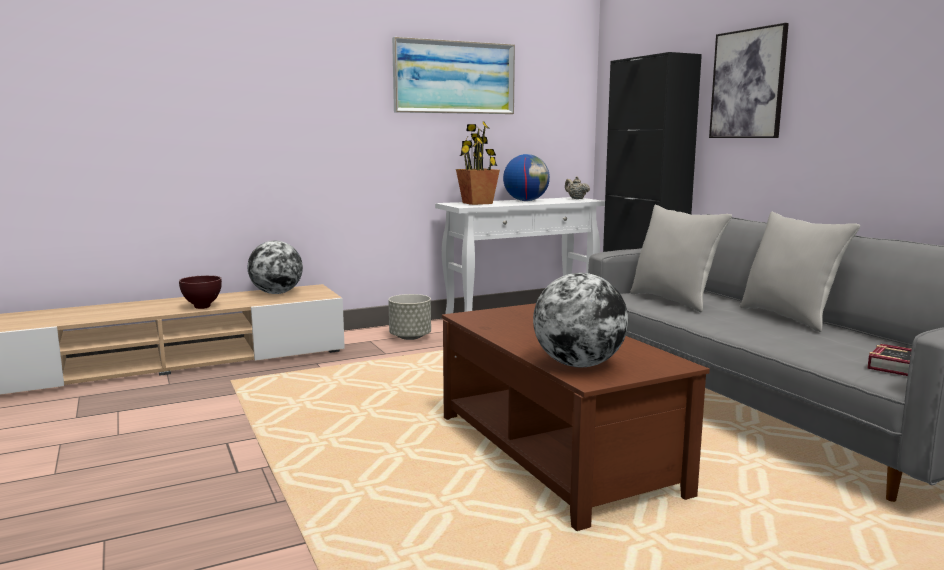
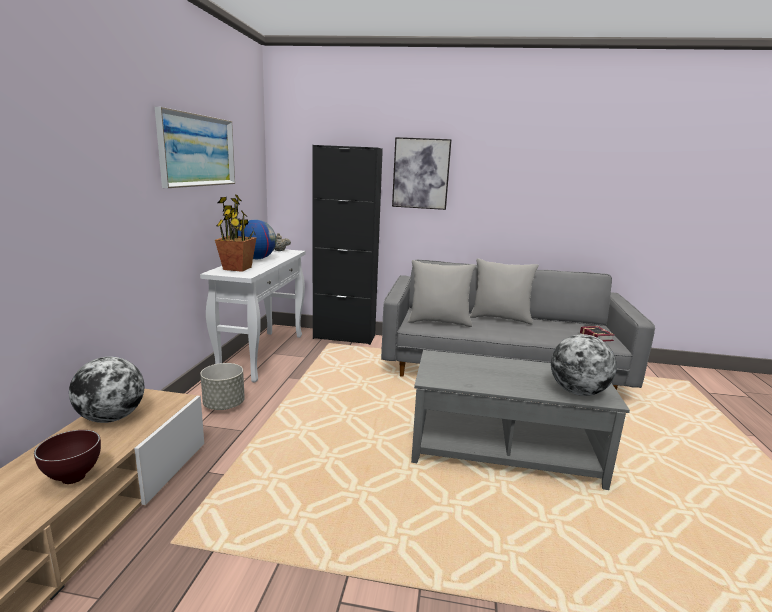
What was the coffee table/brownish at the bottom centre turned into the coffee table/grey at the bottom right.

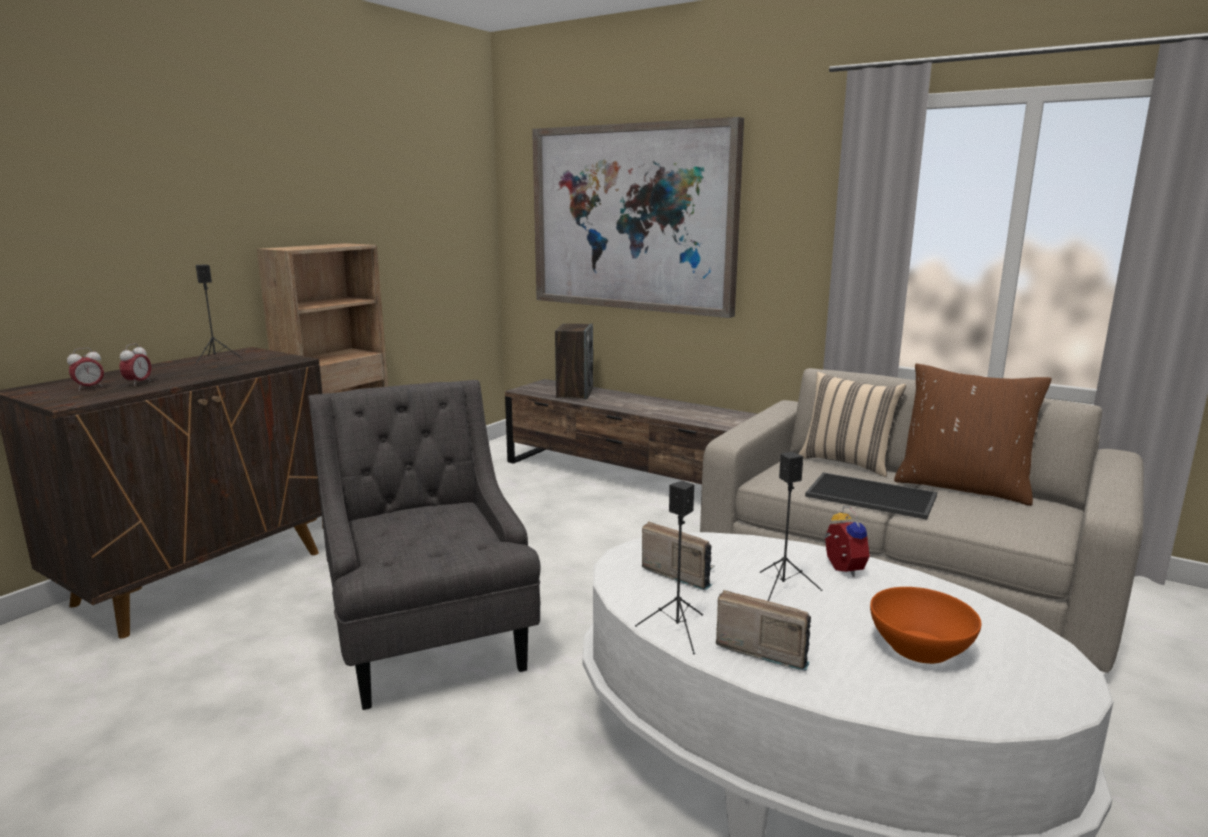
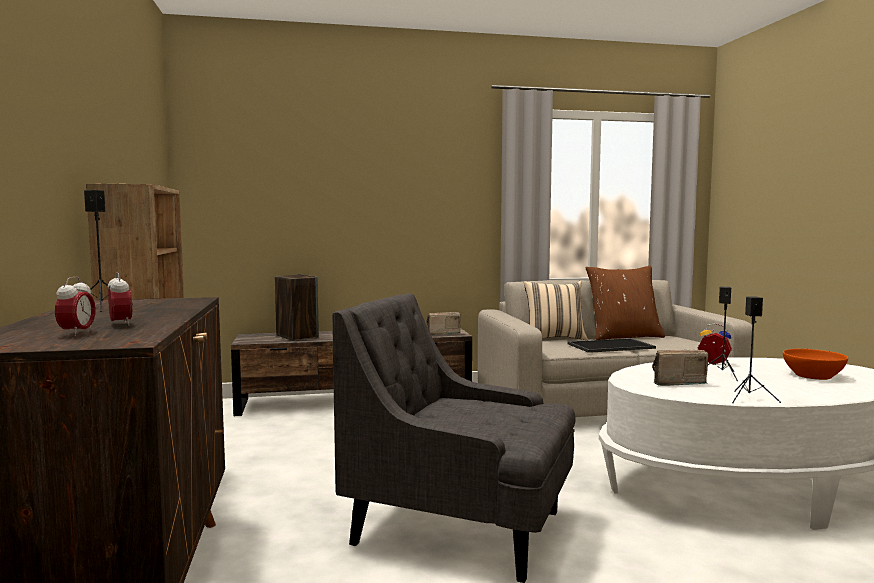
The radio receiver (2nd from left in the first image) ended up elsewhere, having gone from the bottom centre to the centre. The second view lost the wall art at the top centre.

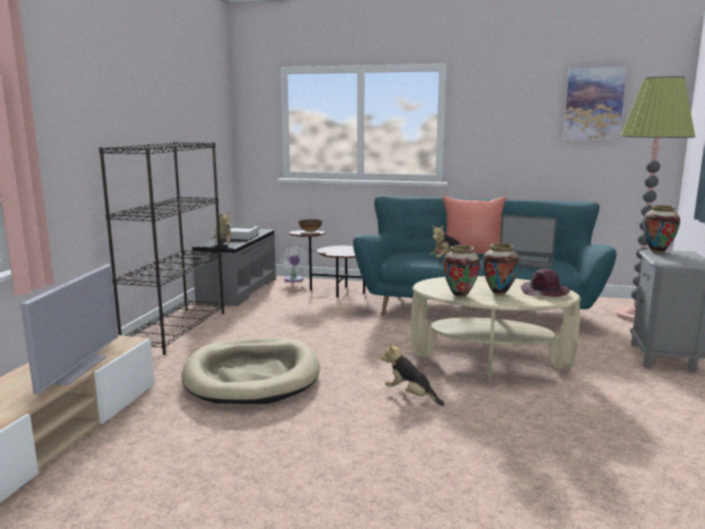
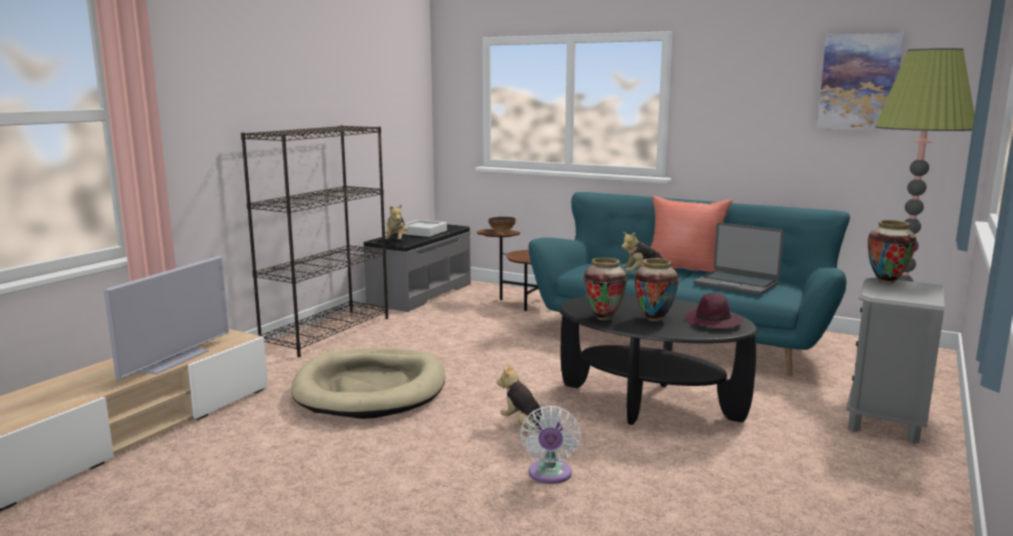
The electric fan/white ended up elsewhere, having gone from the centre to the bottom centre. What was the coffee table/beige at the middle right turned into the coffee table/blackish at the bottom centre.

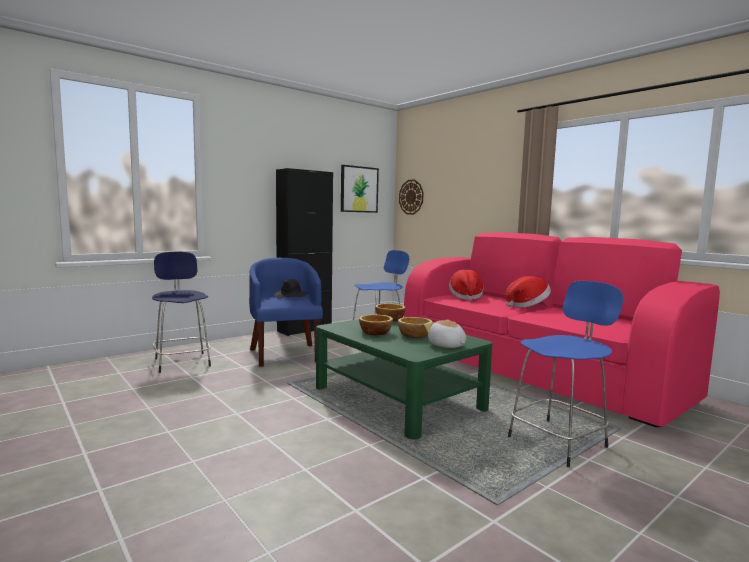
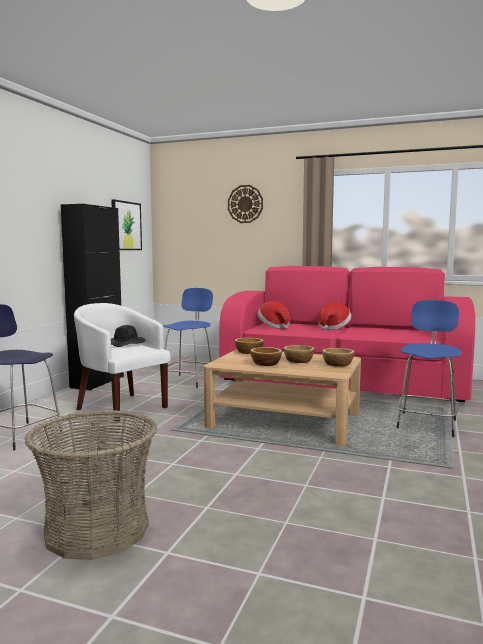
The second view gained the storage basket at the bottom left. What was the lounge chair/blue at the centre turned into the lounge chair/white at the middle left. What was the coffee table/green at the bottom centre turned into the coffee table/beige at the centre. The wall clock ended up elsewhere, having gone from the centre to the top centre. Where the plush toy stood at the centre, the serving bowl (4th from left) came to stand at the middle right.

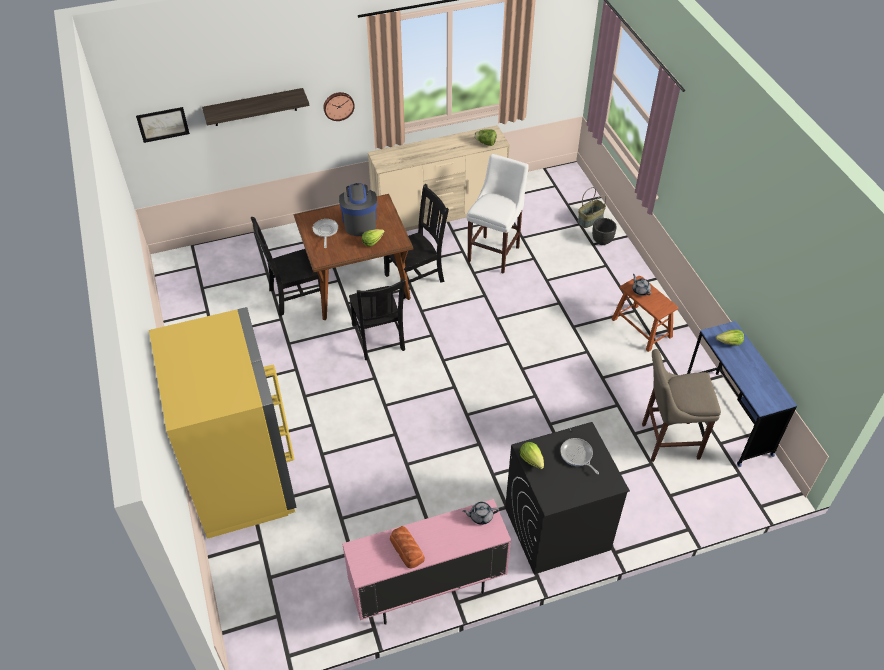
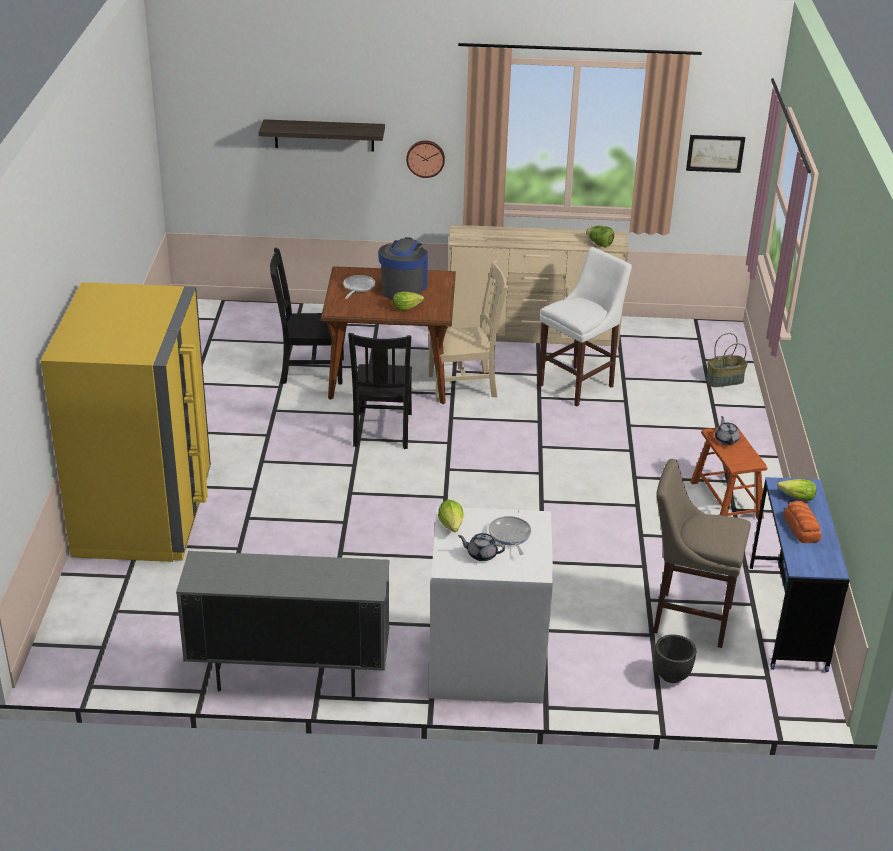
What was the storage cabinet/pinkish at the bottom centre turned into the storage cabinet/grey at the bottom left. What was the chair/blackish (3rd from left) at the centre turned into the chair/beige at the centre. What was the washing machine/blackish at the bottom centre turned into the washing machine/white at the bottom centre. The pot for tea/grey (1st from left) ended up elsewhere, having gone from the bottom centre to the centre. The planter/blackish ended up elsewhere, having gone from the middle right to the bottom right. The wall art ended up elsewhere, having gone from the top left to the top right. The baked bread ended up elsewhere, having gone from the bottom centre to the middle right.

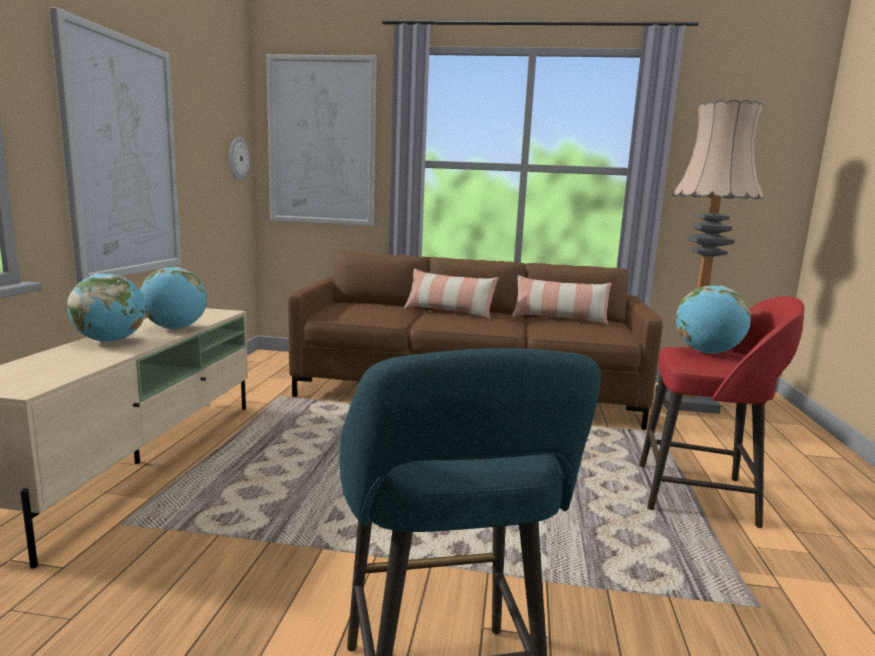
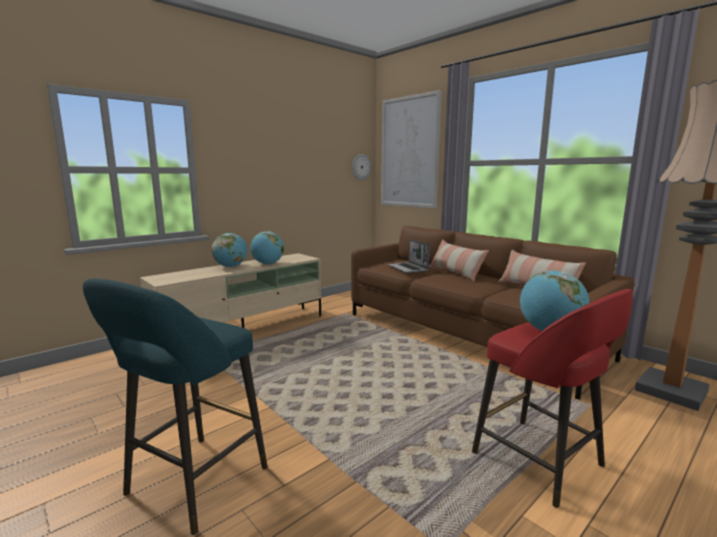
The second view gained the laptop at the centre. The second view lost the wall art (1st from left) at the top left.

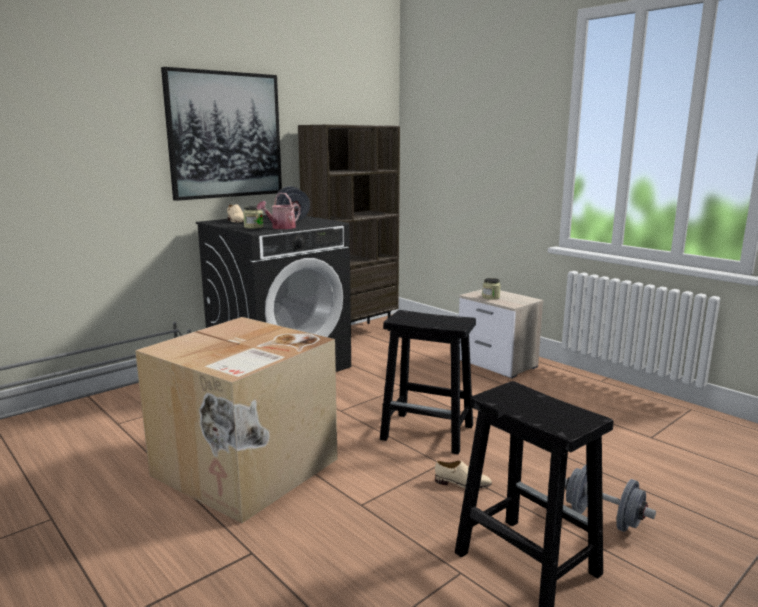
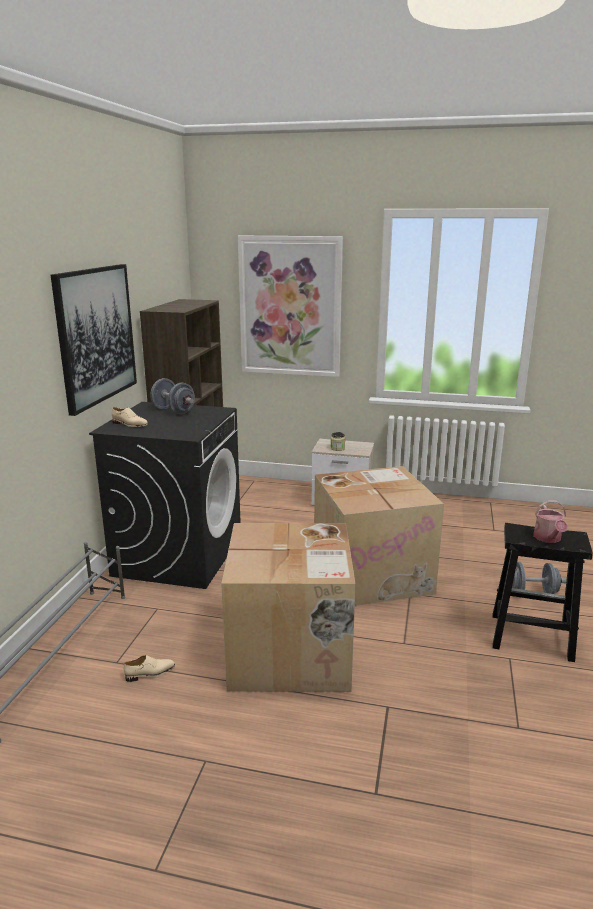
The item of footwear/beige (2nd from left) ended up elsewhere, having gone from the bottom centre to the bottom left. The second view gained the wall art (2nd from left) at the centre. Where the stool seat/blackish (1st from left) stood at the centre, the cardboard box (2nd from left) came to stand at the centre. The watering can ended up elsewhere, having gone from the centre to the middle right. The second view lost the preserve jar (1st from left) at the centre.

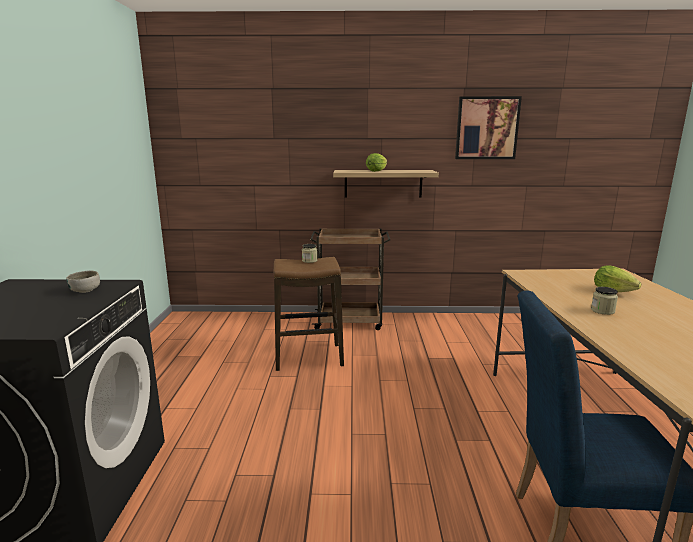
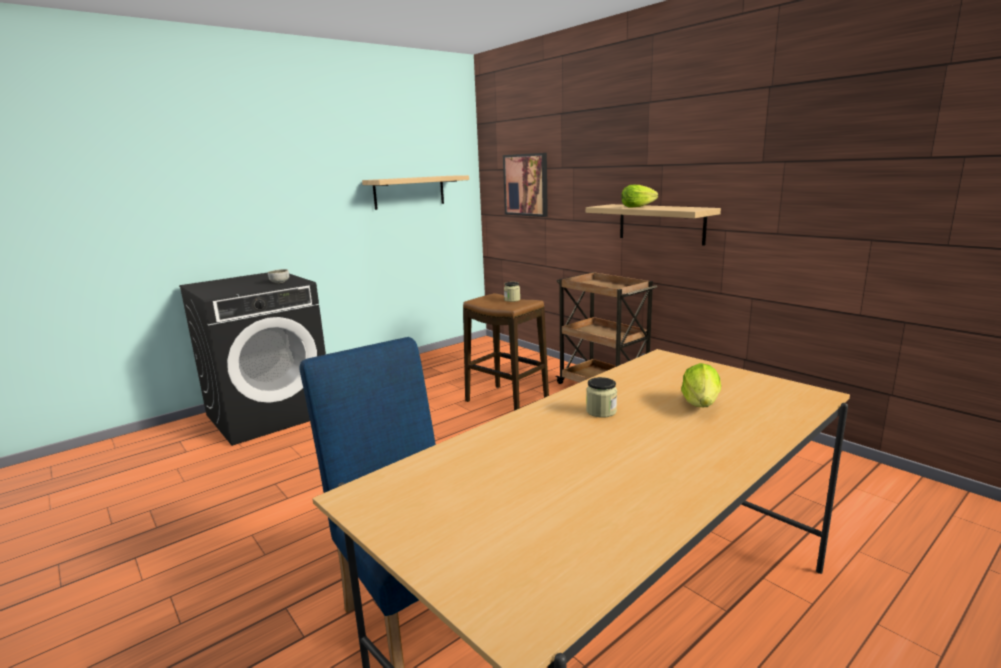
The second view gained the wall shelf (1st from left) at the top centre. The wall art ended up elsewhere, having gone from the top right to the top centre.

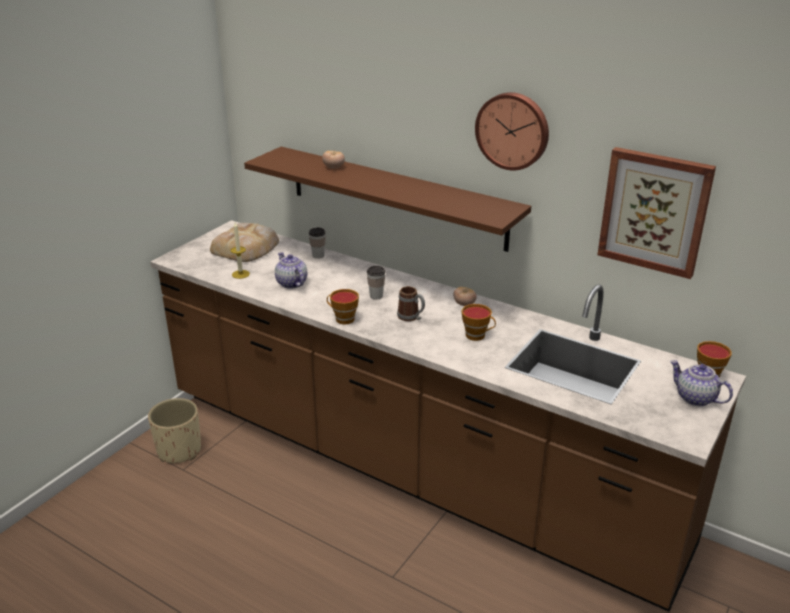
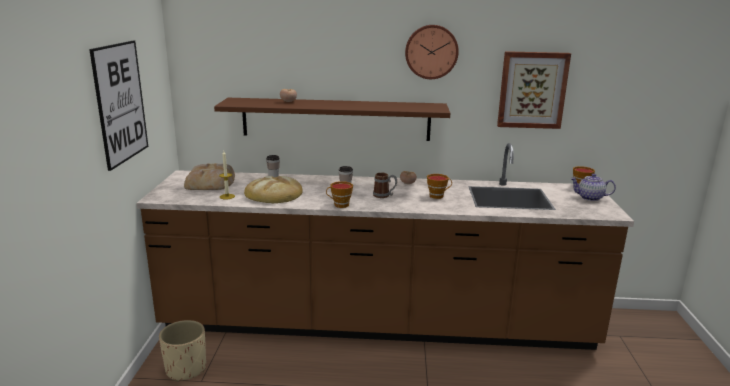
The second view gained the wall art (1st from left) at the top left. Where the pot for tea (1st from left) stood at the centre, the baked bread (2nd from left) came to stand at the centre.

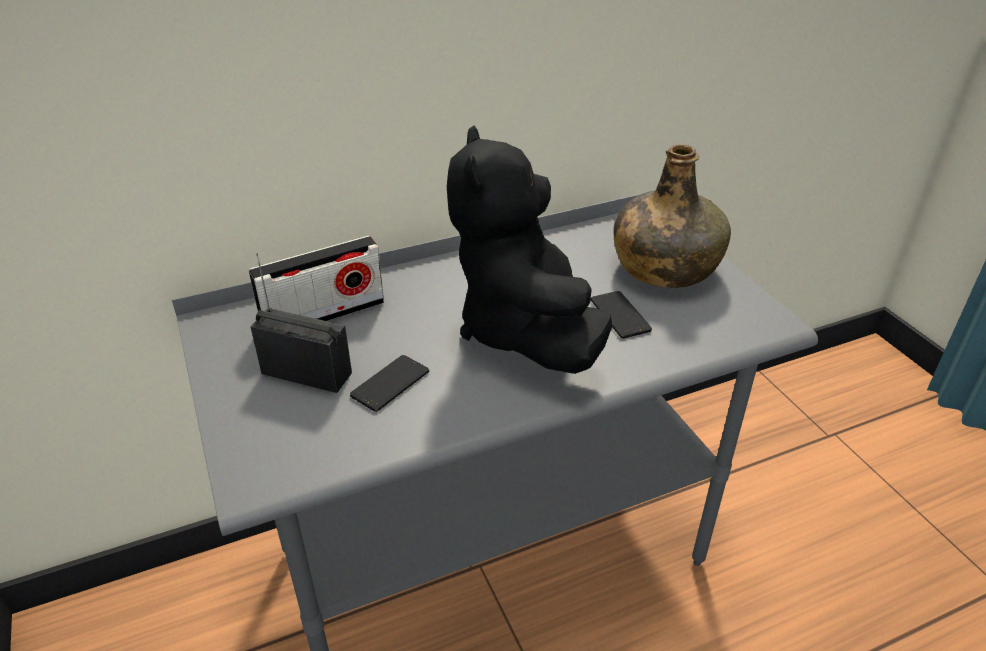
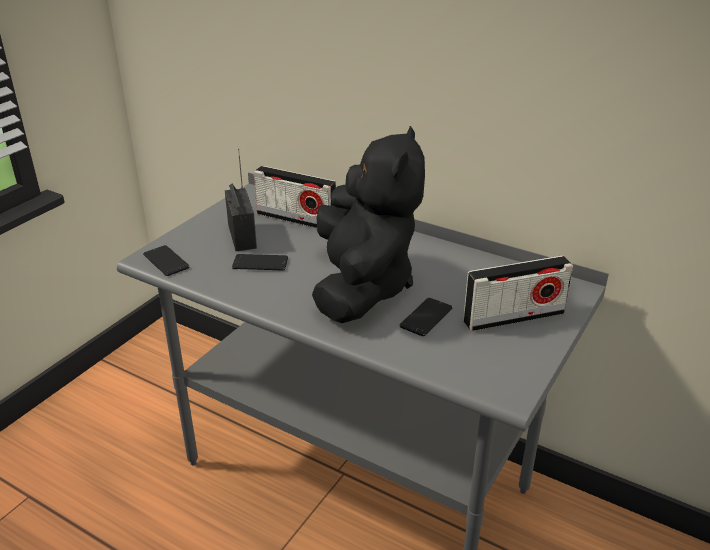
The second view gained the phone (1st from left) at the middle left. The plush toy/blackish at the centre ended up facing another way, 135 degrees clockwise from before. Where the beverage bottle/green stood at the top right, the radio receiver (3rd from left) came to stand at the middle right.

